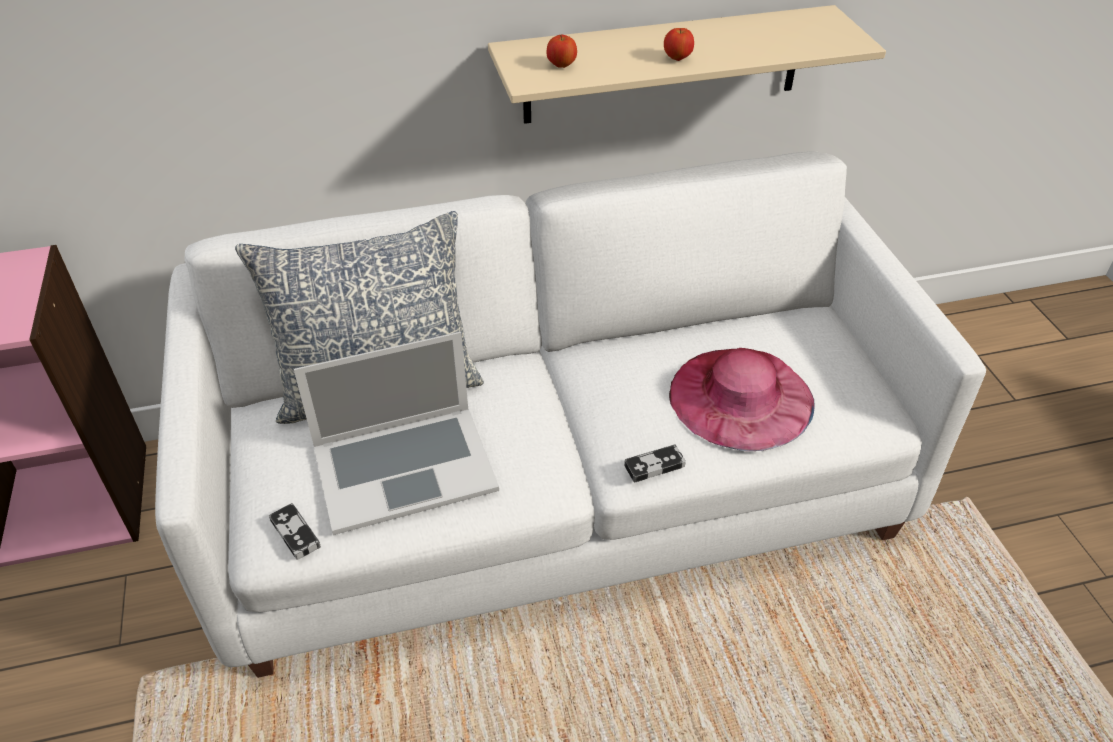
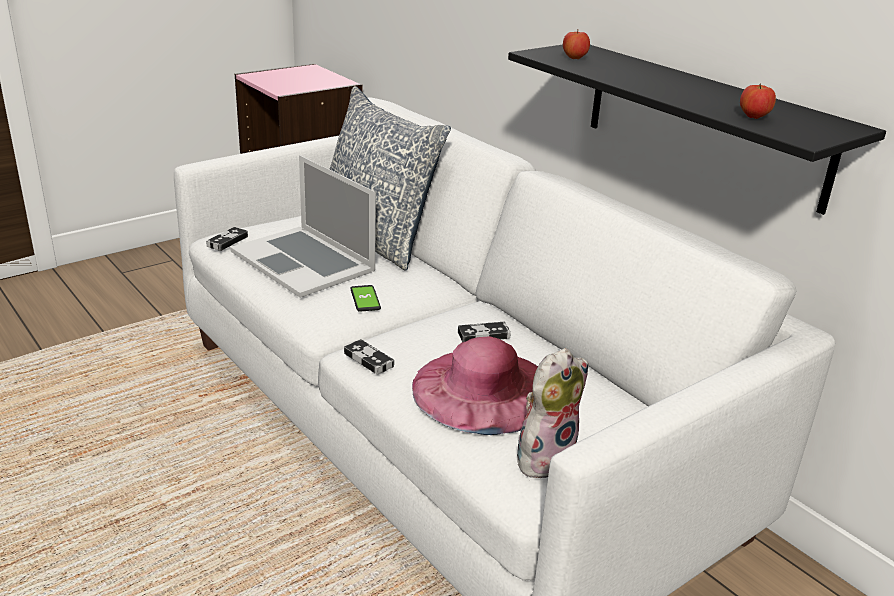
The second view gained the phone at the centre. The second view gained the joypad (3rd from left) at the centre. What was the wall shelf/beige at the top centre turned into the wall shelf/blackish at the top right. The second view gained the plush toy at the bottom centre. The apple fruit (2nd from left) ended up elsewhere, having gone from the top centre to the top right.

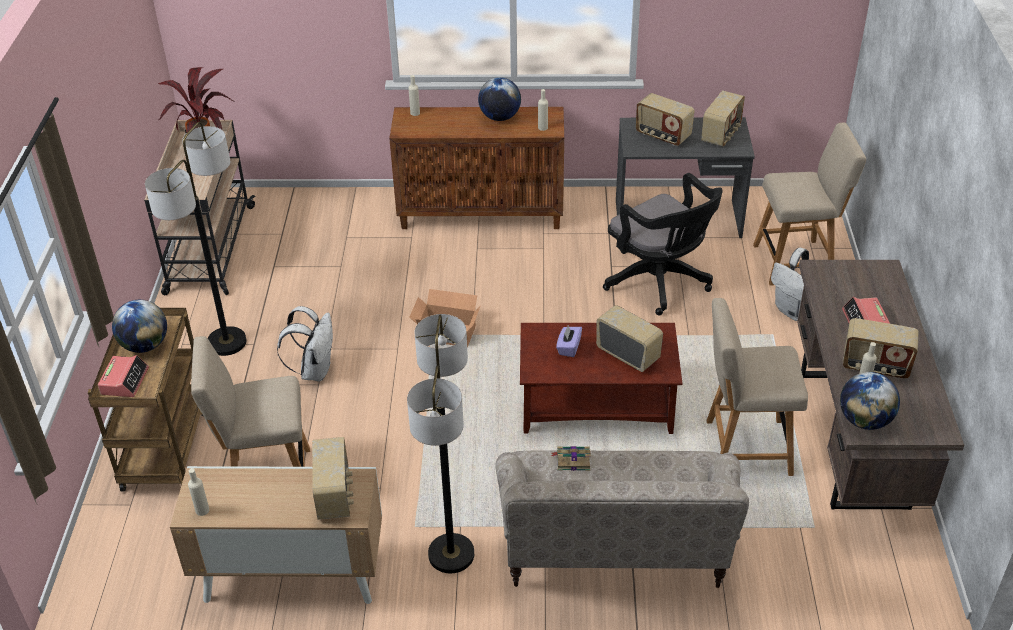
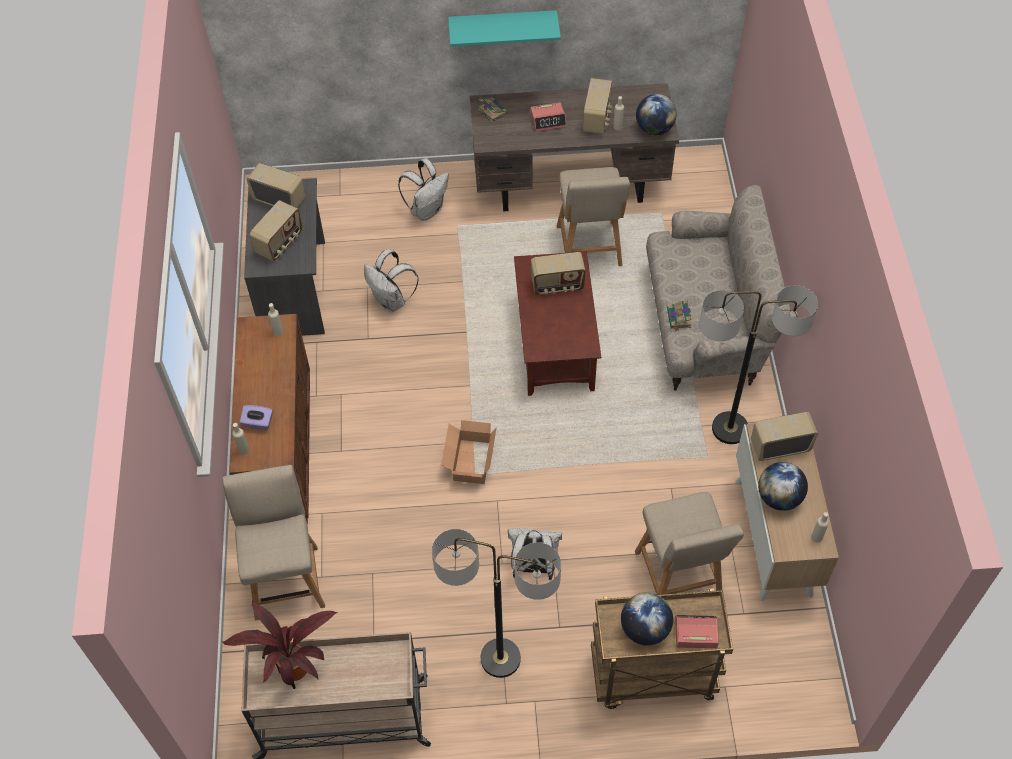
The chair/beige (3rd from left in the first image) ended up elsewhere, having gone from the top right to the bottom left. The box of tissues/purple ended up elsewhere, having gone from the centre to the middle left. Where the computer chair/blackish stood at the centre, the rucksack/white (1st from left) came to stand at the centre. The second view gained the wall shelf/turquoise-coloured at the top centre. The second view gained the bound book (1st from left) at the top centre. The radio receiver (2nd from left in the first image) at the centre ended up facing another way, 135 degrees counterclockwise from before. The globe (2nd from left in the first image) ended up elsewhere, having gone from the top centre to the middle right.

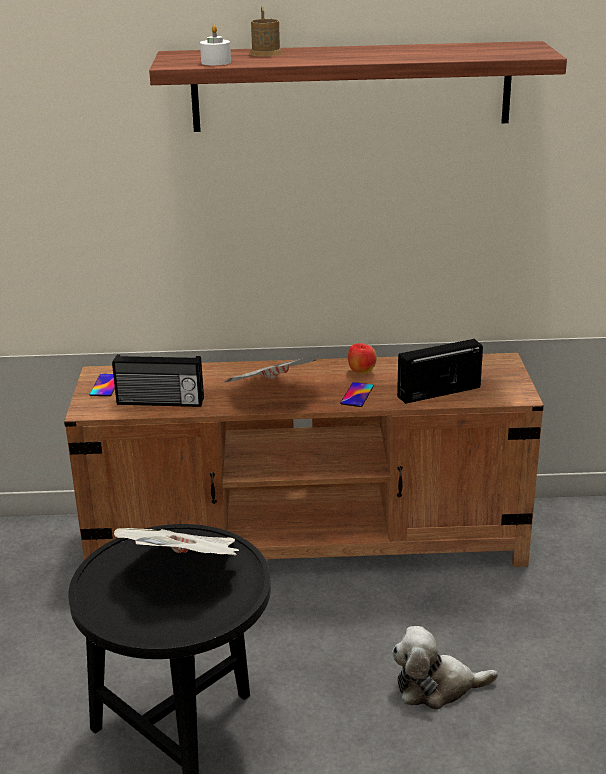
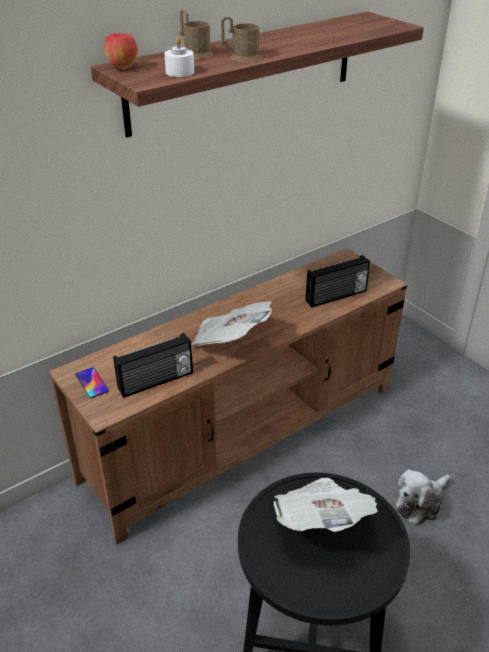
The apple fruit ended up elsewhere, having gone from the centre to the top left. The second view gained the coffee mug/brownish (2nd from left) at the top centre. The radio receiver (2nd from left) at the middle right ended up facing another way, 150 degrees counterclockwise from before. The second view lost the phone (2nd from left) at the centre.

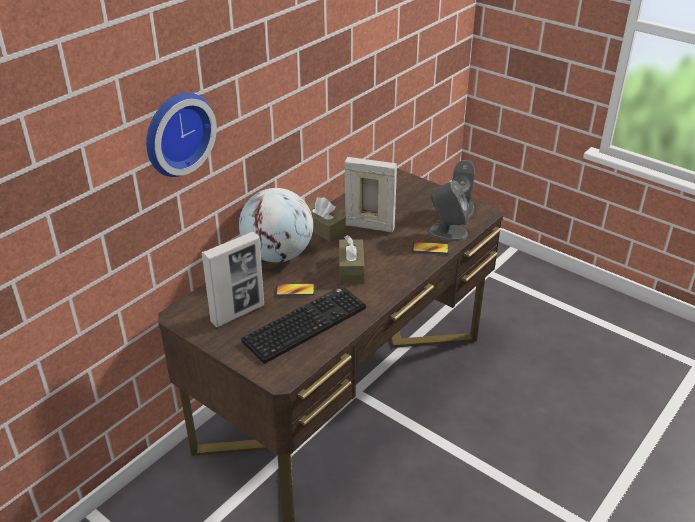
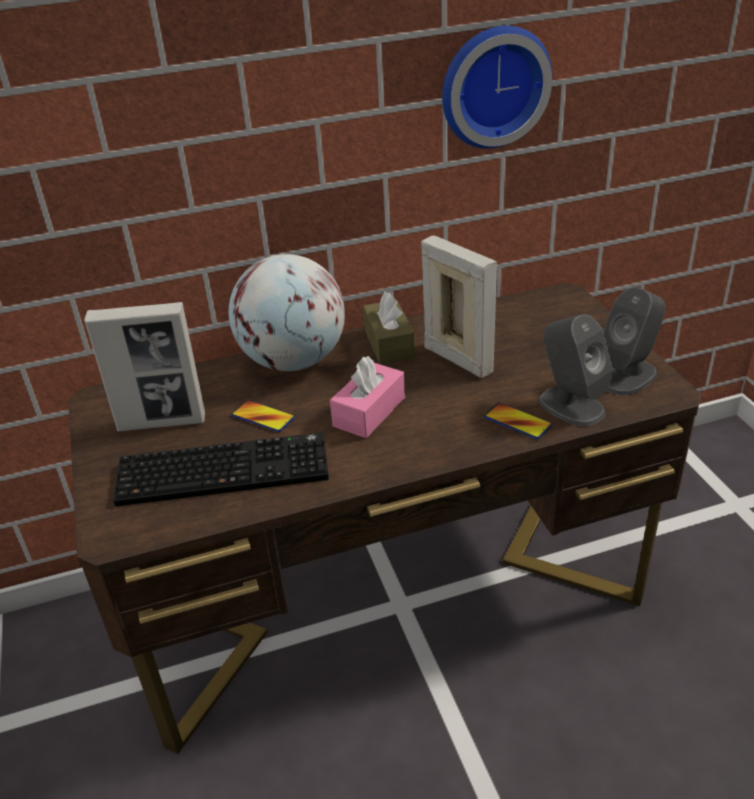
What was the box of tissues/brownish (2nd from left) at the centre turned into the box of tissues/pinkish at the centre. The wall clock ended up elsewhere, having gone from the top left to the top centre.

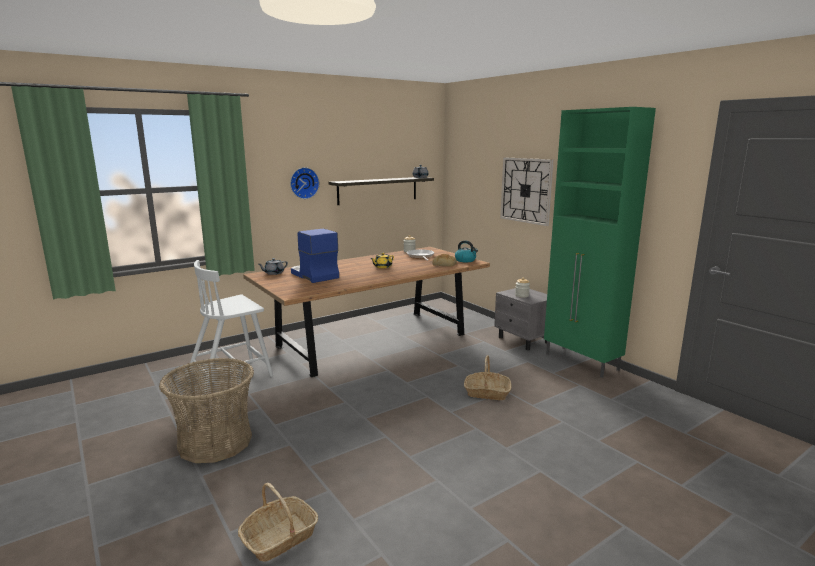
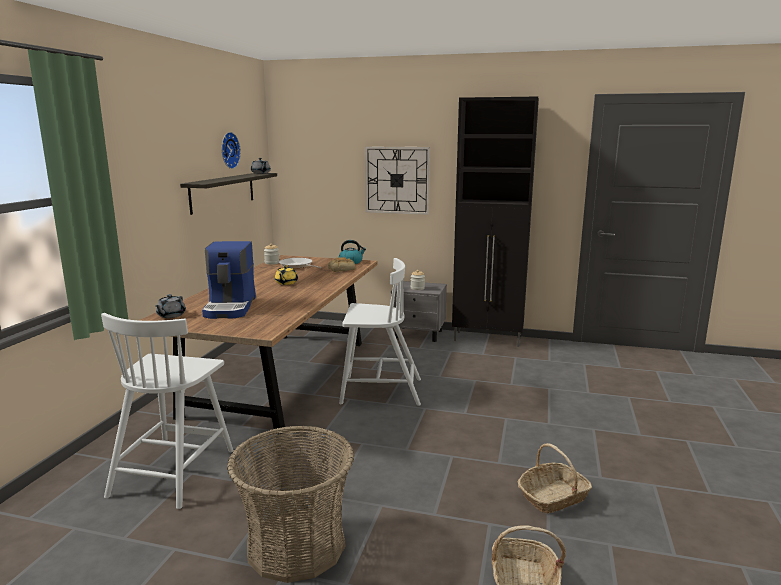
The coffee machine at the centre ended up facing another way, 105 degrees counterclockwise from before. The wall clock (1st from left) ended up elsewhere, having gone from the top centre to the top left. The second view gained the chair/white (2nd from left) at the centre. What was the storage cabinet/green at the middle right turned into the storage cabinet/blackish at the centre. The storage basket (3rd from left) ended up elsewhere, having gone from the centre to the bottom right.

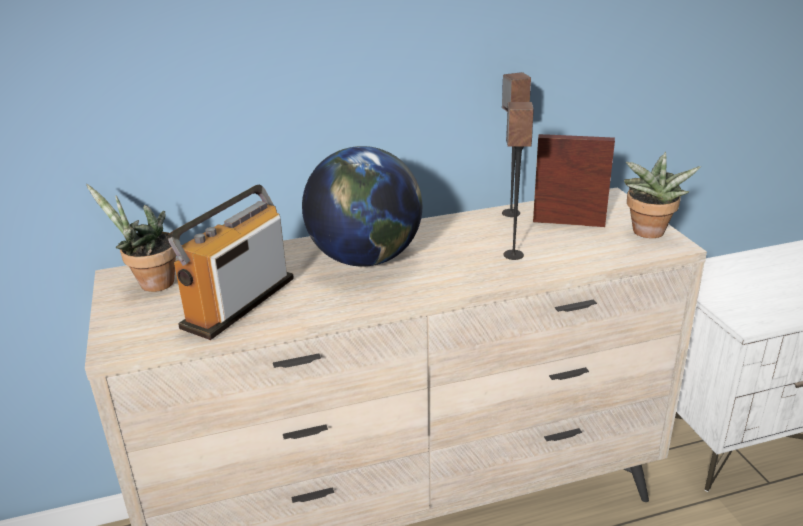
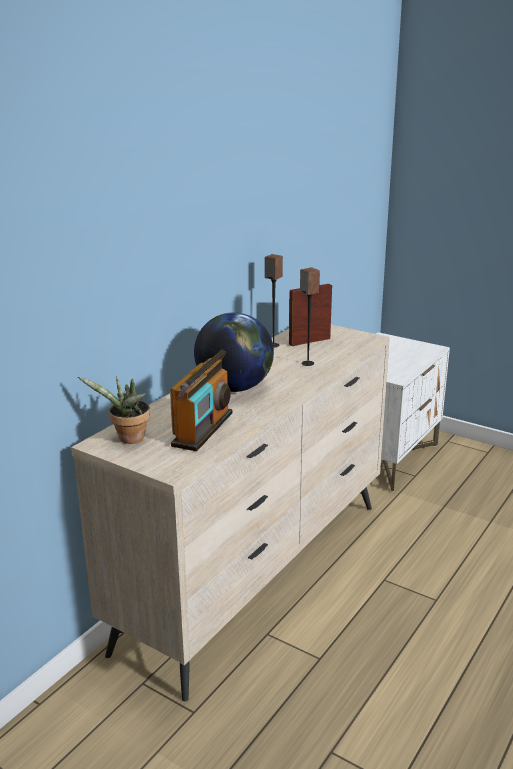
The radio receiver at the middle left ended up facing another way, 150 degrees counterclockwise from before. The second view lost the plant in a pot (2nd from left) at the middle right.

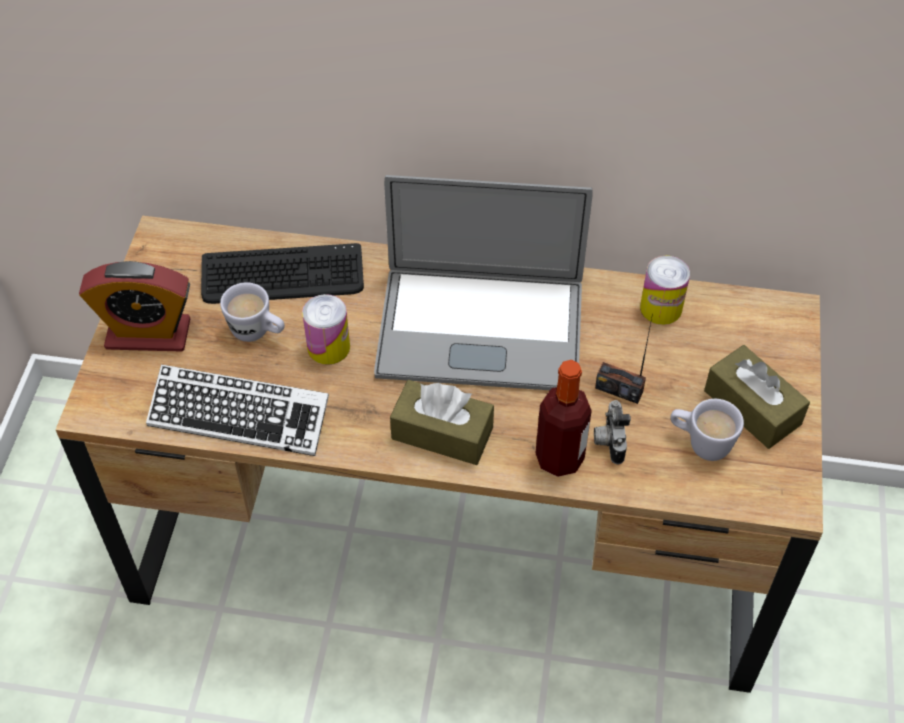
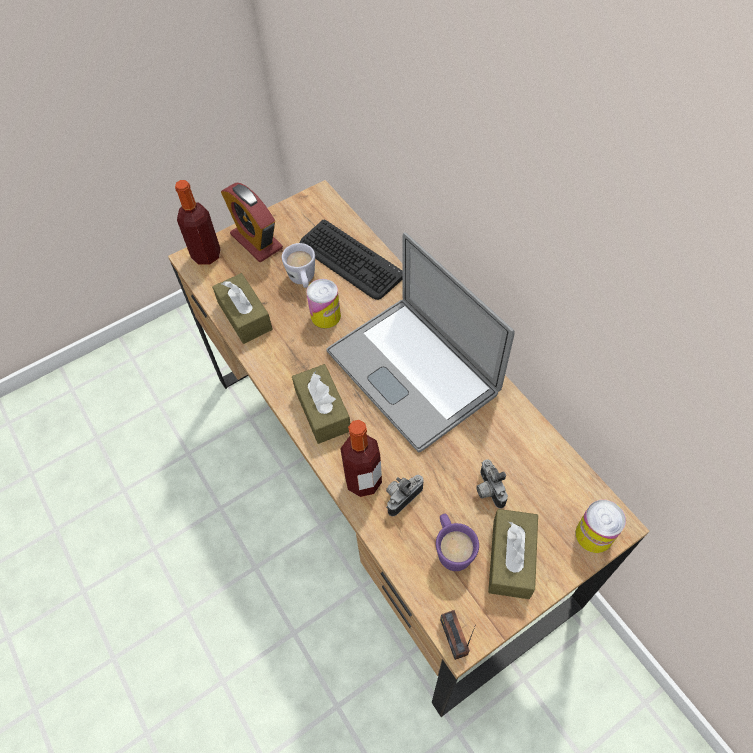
The second view gained the beverage bottle (1st from left) at the top left. Where the PC keyboard (1st from left) stood at the middle left, the box of tissues/brownish (1st from left) came to stand at the middle left. What was the coffee mug/white (2nd from left) at the middle right turned into the coffee mug/purple at the bottom centre. The radio receiver ended up elsewhere, having gone from the middle right to the bottom centre. The second view gained the photo camera (2nd from left) at the centre. The metal can (2nd from left) ended up elsewhere, having gone from the middle right to the bottom right.

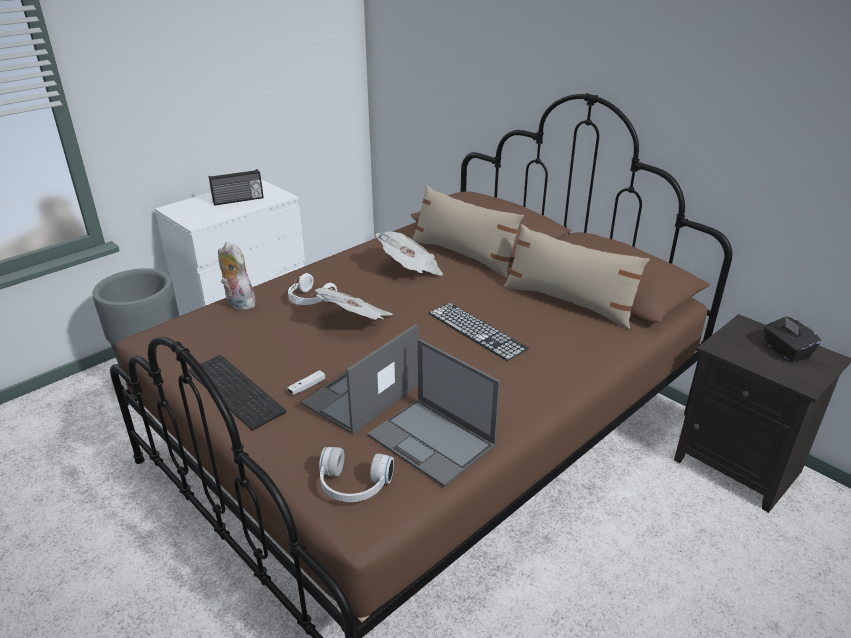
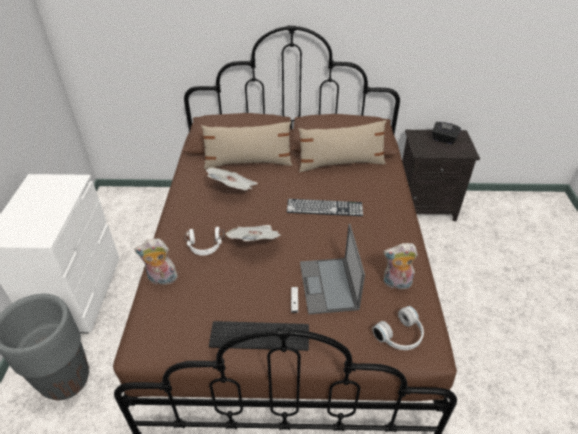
Where the laptop (2nd from left) stood at the centre, the plush toy (2nd from left) came to stand at the middle right. The second view lost the radio receiver at the top left.

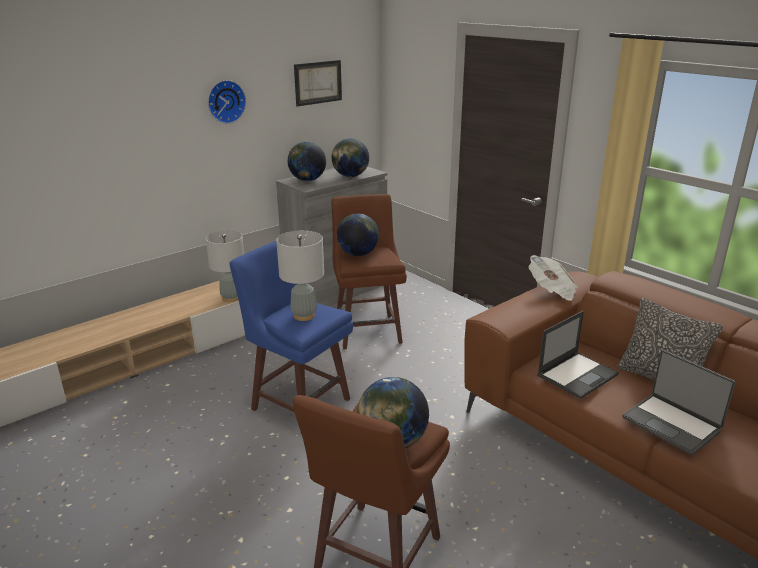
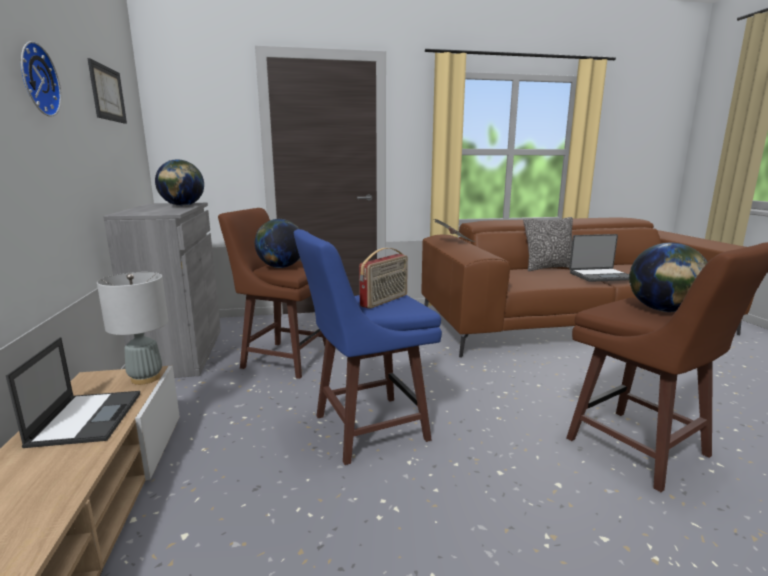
The laptop (1st from left) ended up elsewhere, having gone from the middle right to the bottom left. Where the lamp for a table/grey (2nd from left) stood at the centre, the radio receiver came to stand at the centre. The second view lost the globe (1st from left) at the top centre.

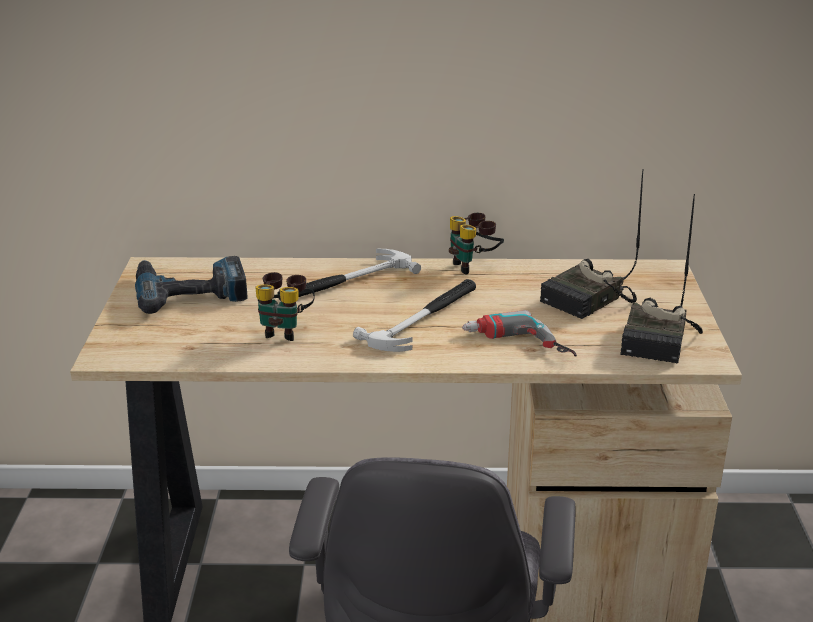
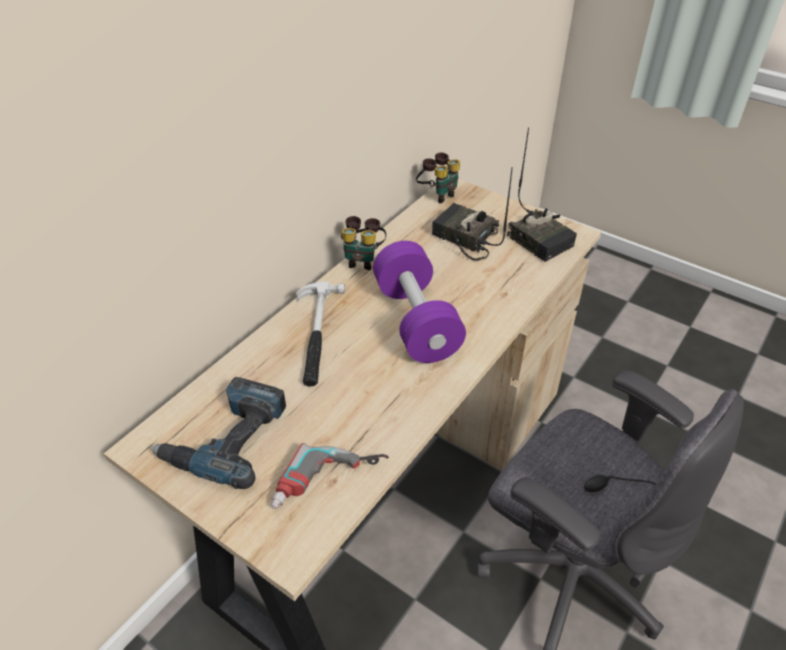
The power drill (2nd from left) ended up elsewhere, having gone from the centre to the bottom centre. Where the hammer (2nd from left) stood at the centre, the free weight/purple came to stand at the centre. The binoculars (1st from left in the first image) ended up elsewhere, having gone from the centre to the top centre. The radio receiver (1st from left) at the middle right ended up facing another way, 135 degrees clockwise from before.

